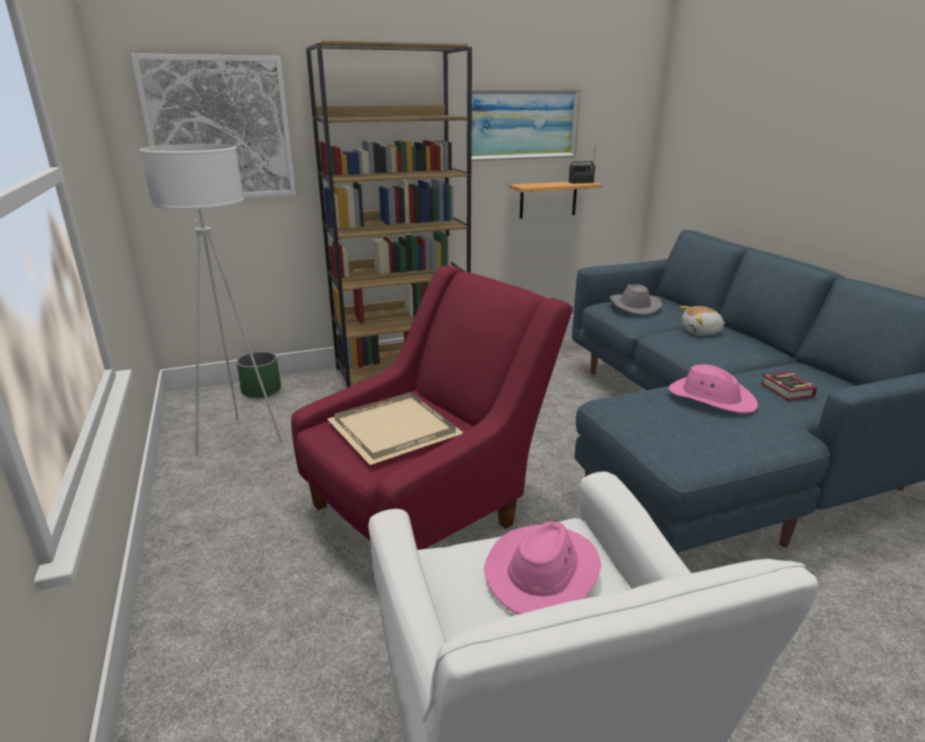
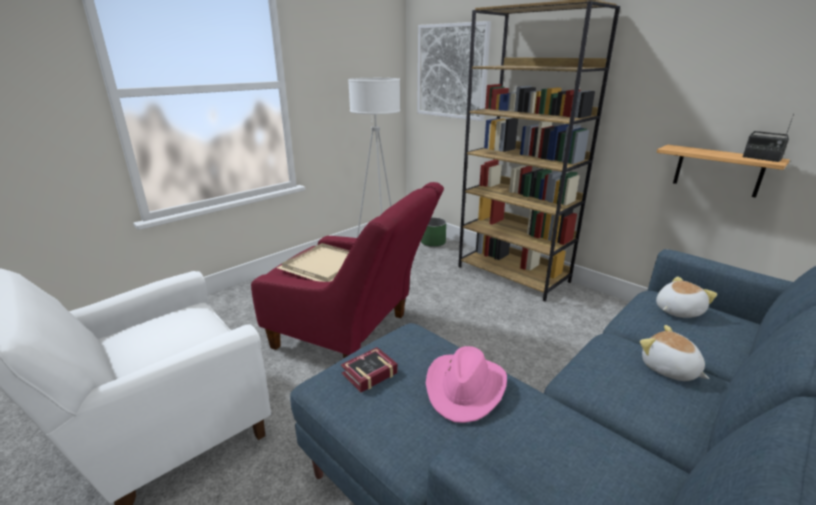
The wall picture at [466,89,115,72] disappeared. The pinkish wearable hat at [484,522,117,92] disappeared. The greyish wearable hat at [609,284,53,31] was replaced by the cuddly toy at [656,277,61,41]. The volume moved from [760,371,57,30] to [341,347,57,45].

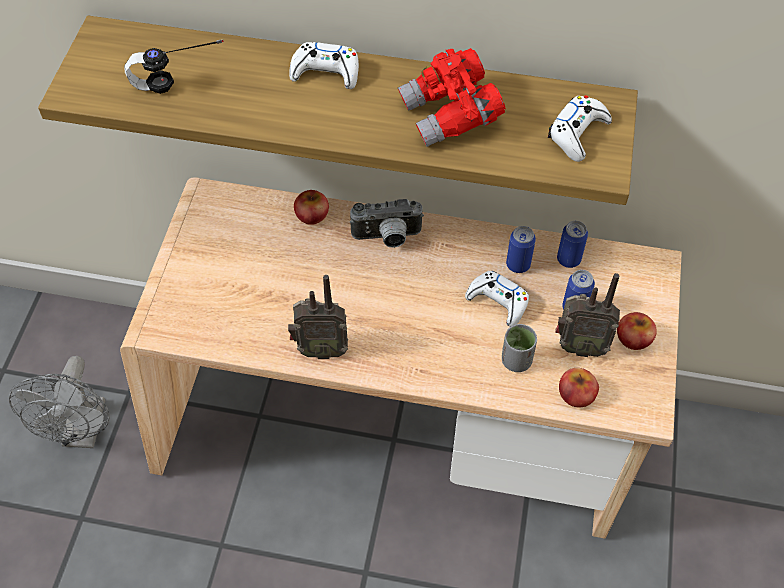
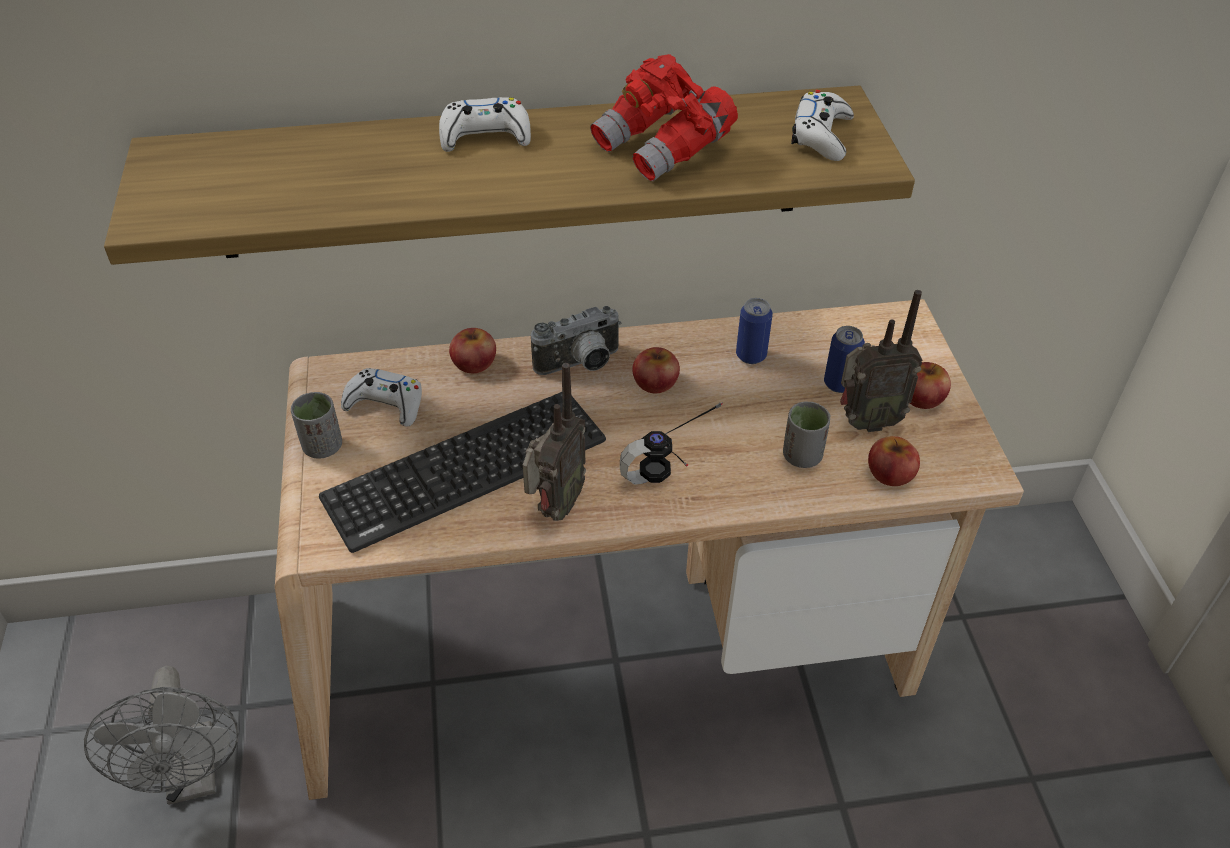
The pair of headphones moved from [124,40,100,54] to [620,402,103,83]. The radio at [288,275,60,84] turned 45 degrees counterclockwise. The white joypad moved from [465,271,64,56] to [341,368,81,59]. The can at [557,221,31,47] disappeared. The greyish drinking cup at [291,392,51,67] appeared. The keyboard at [319,392,287,161] appeared. The apple fruit at [632,347,48,46] appeared.

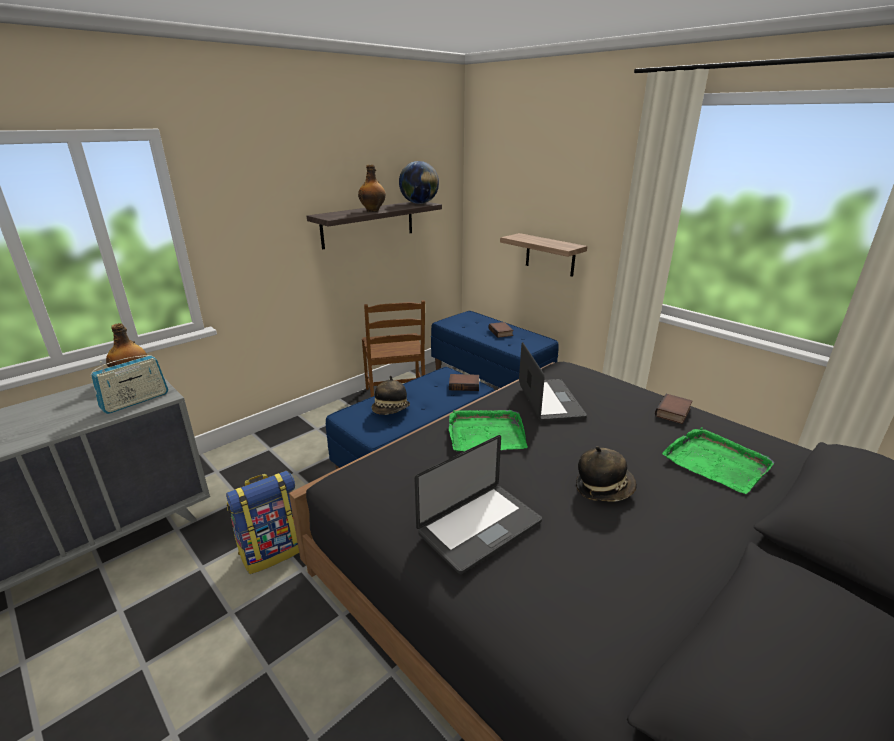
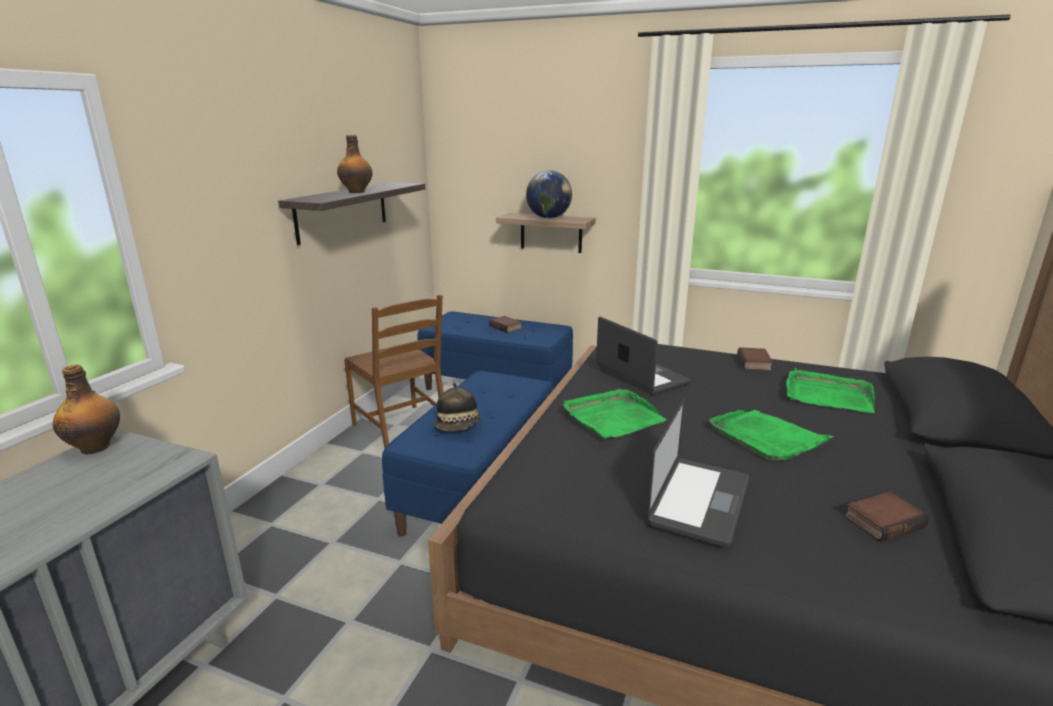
The radio at [90,355,78,59] disappeared. The knapsack at [226,471,73,103] disappeared. The globe moved from [399,161,40,43] to [526,171,46,47]. The volume moved from [449,374,30,17] to [844,492,85,50]. The wearable hat at [576,446,61,55] was replaced by the green-coloured carrying tray at [709,410,125,51].

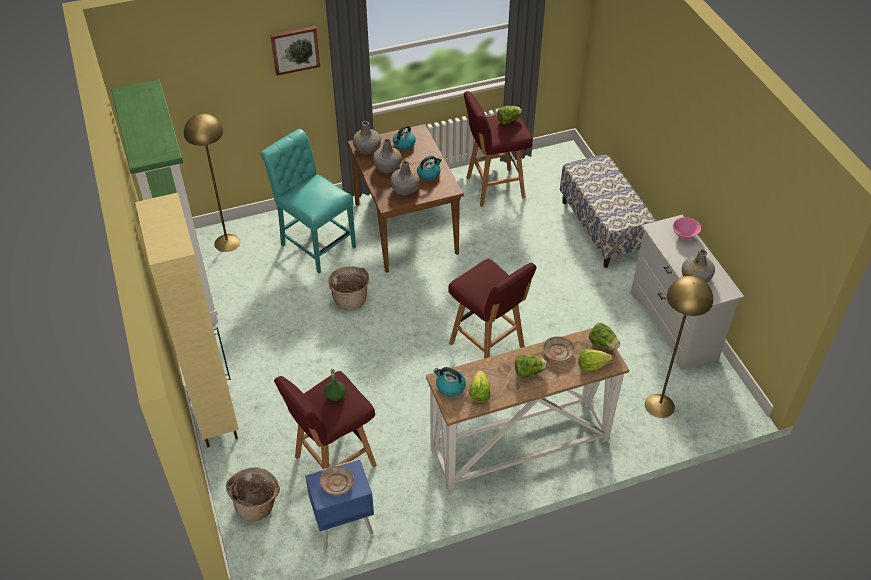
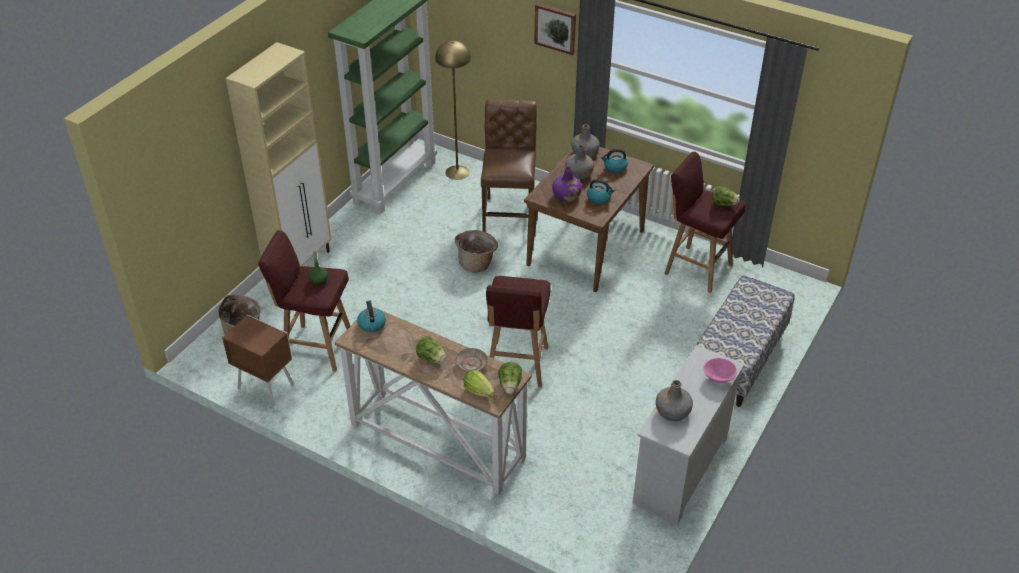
The blue-green upright chair at [260,129,96,144] became the brown-coloured upright chair at [481,99,56,133]. The blue bedside table at [305,459,69,91] became the brown-coloured bedside table at [222,315,72,91]. The beige dinner plate at [320,466,34,29] disappeared. The greyish bottle at [391,161,29,34] became the purple bottle at [552,167,30,35]. The lettuce head at [469,371,21,32] disappeared. The yellow-coloured standing lamp at [645,276,68,142] disappeared.

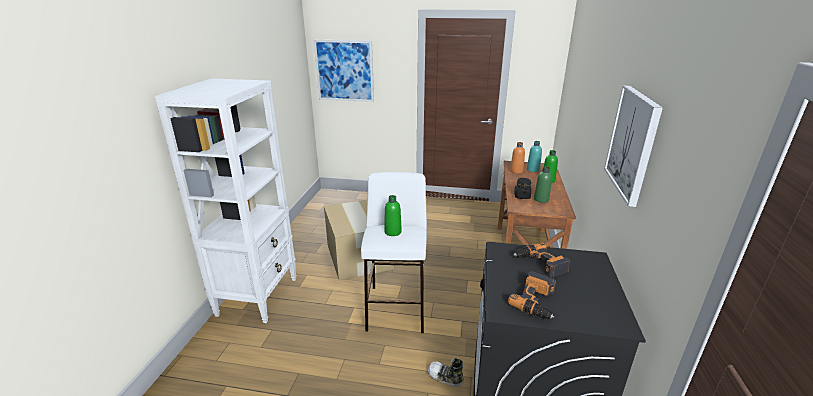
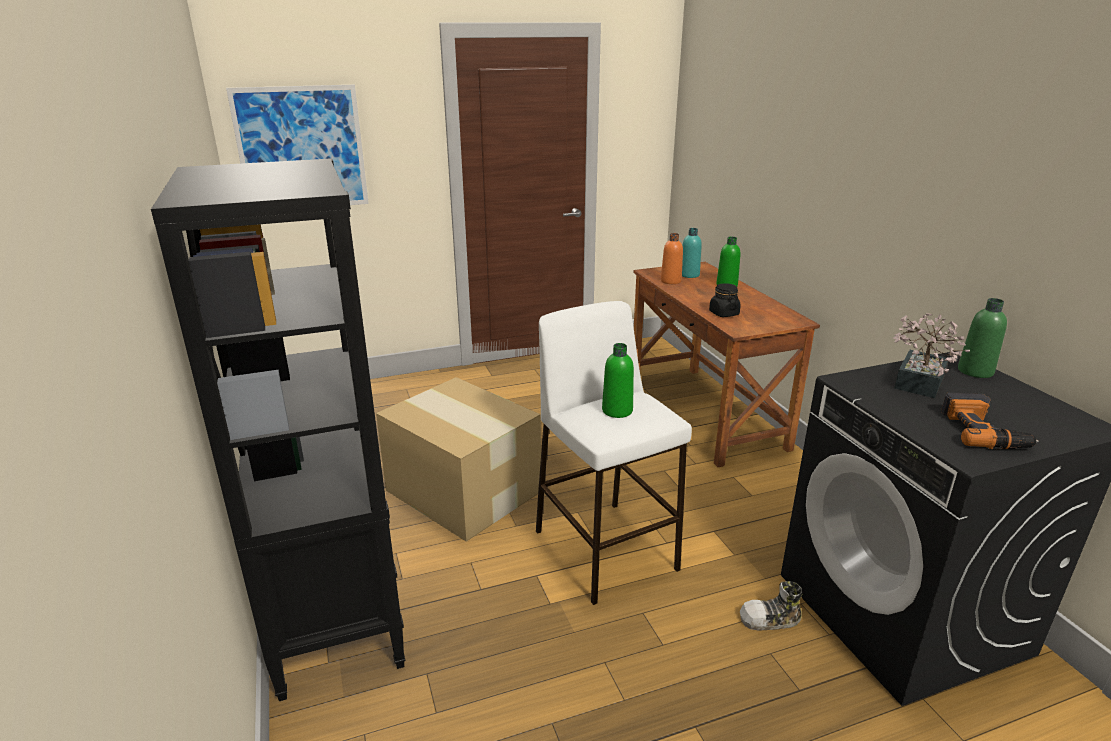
The white shelving unit at [155,78,142,245] became the black shelving unit at [151,158,254,543]. The power drill at [514,242,56,35] was replaced by the potted plant at [893,313,77,85]. The green-coloured bottle moved from [534,166,18,37] to [958,298,49,80]. The wall picture at [604,85,59,122] disappeared.

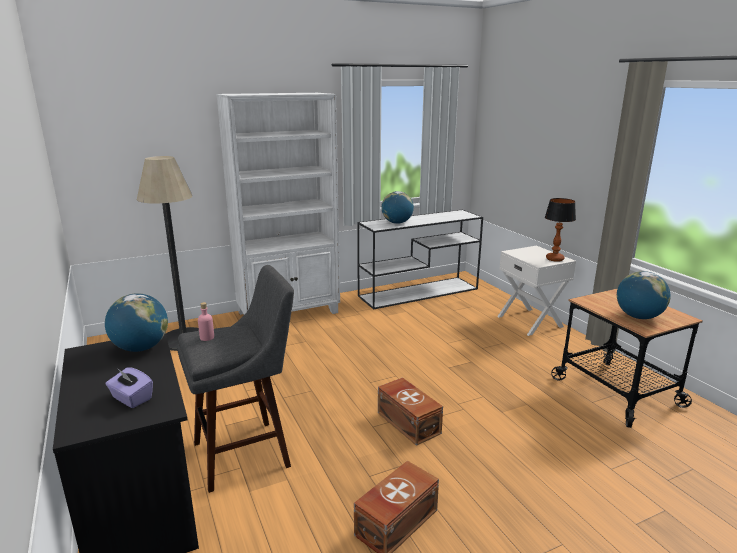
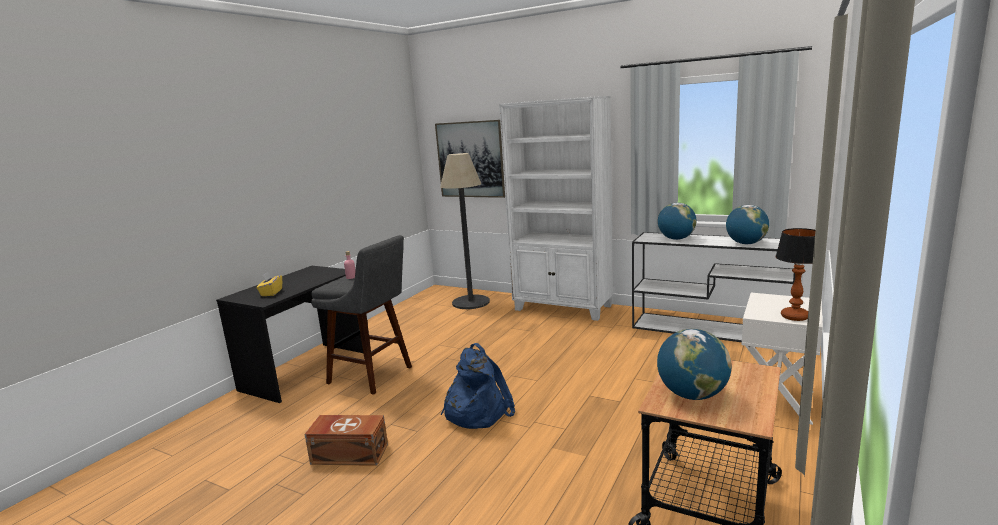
The globe moved from [105,293,63,59] to [726,205,43,39]. The purple box of tissues at [105,367,48,41] became the yellow-coloured box of tissues at [257,272,25,24]. The brown-coloured storage container at [378,377,65,69] was replaced by the blue knapsack at [440,343,75,86]. The wall picture at [435,120,70,78] appeared.

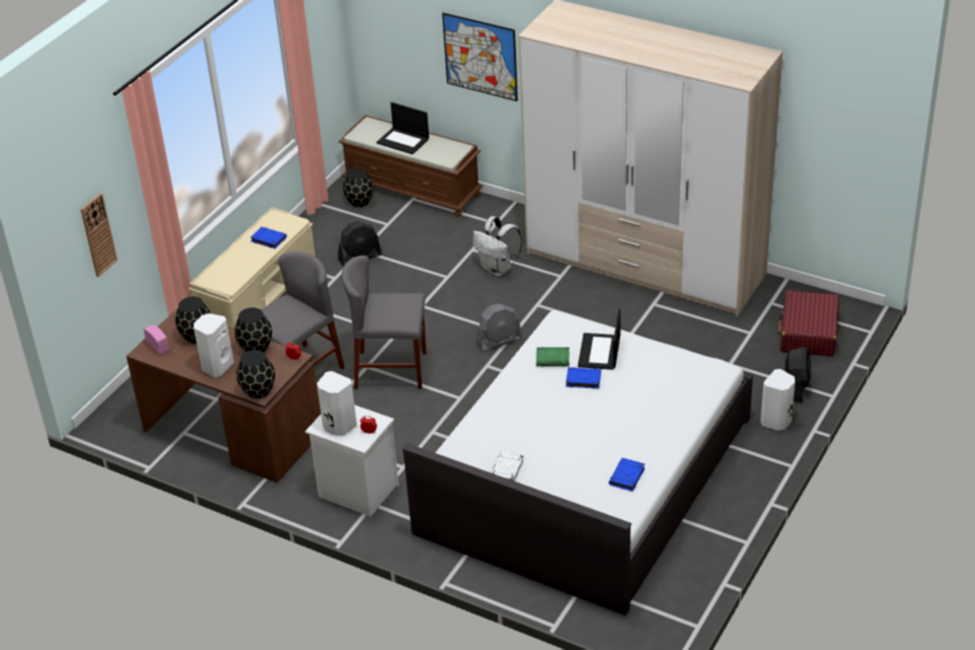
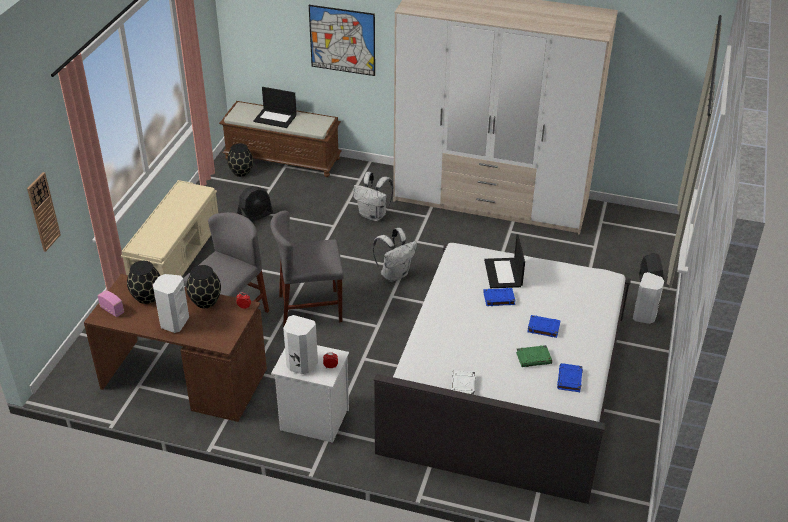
The black flower vase at [236,350,39,49] disappeared. The blue volume moved from [250,227,37,22] to [527,315,34,23]. The greyish cooling fan at [476,303,46,49] was replaced by the white knapsack at [373,228,44,54]. The green-coloured volume moved from [536,347,33,20] to [516,345,36,22]. The red-coloured suitcase at [778,291,61,65] disappeared.

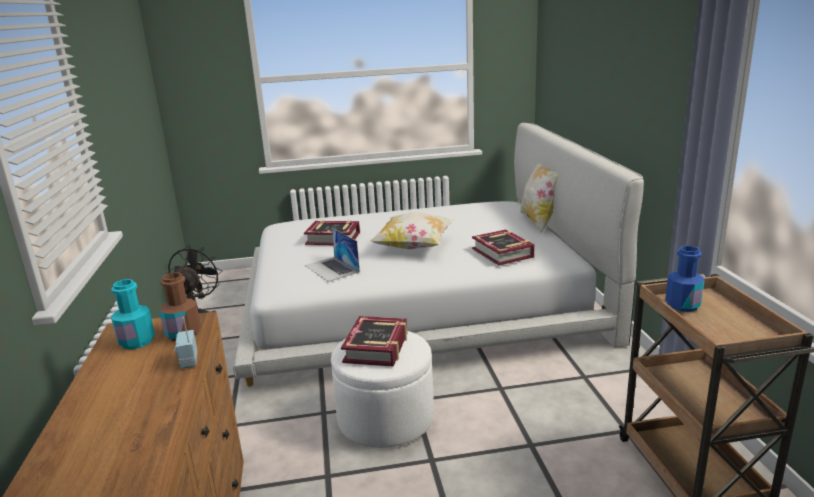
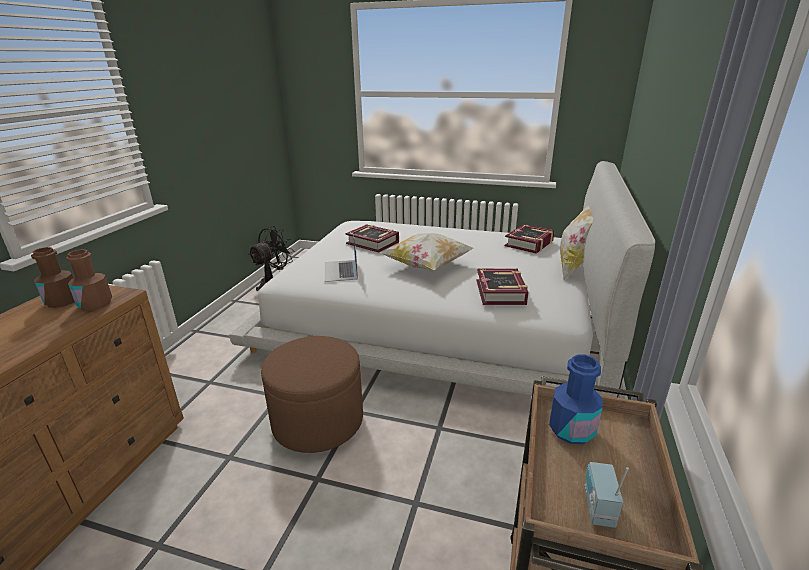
The blue-green bottle at [111,279,44,71] became the brown-coloured bottle at [31,247,44,61]. The radio moved from [174,317,23,51] to [584,462,45,66]. The white footrest at [331,331,103,117] became the brown-coloured footrest at [261,336,102,117]. The volume moved from [341,316,66,51] to [505,224,50,30].

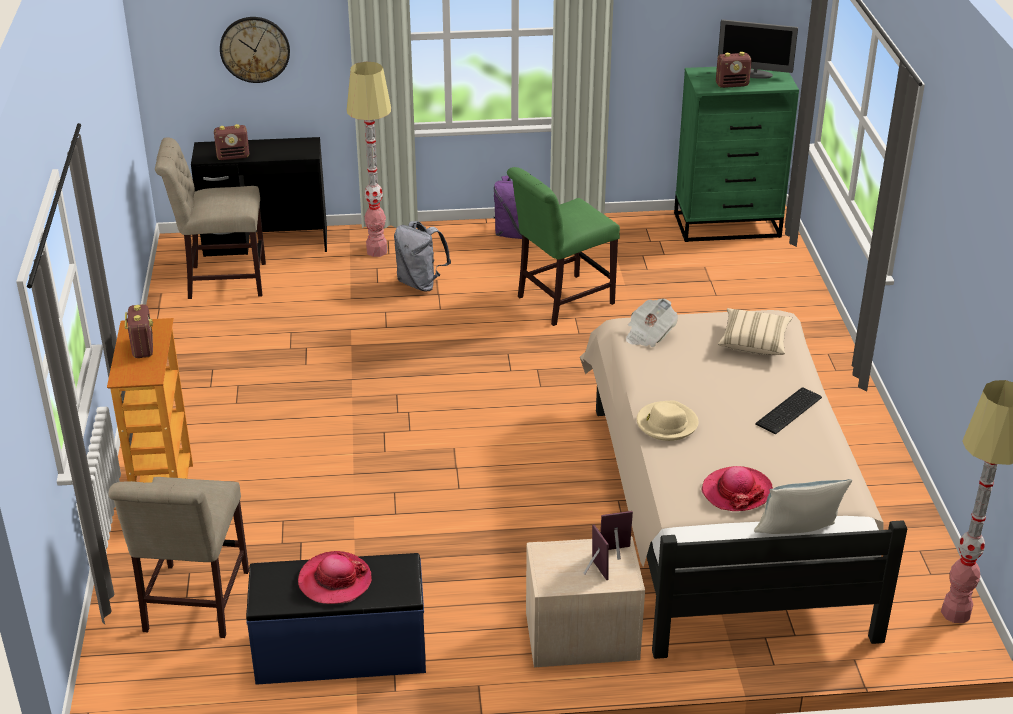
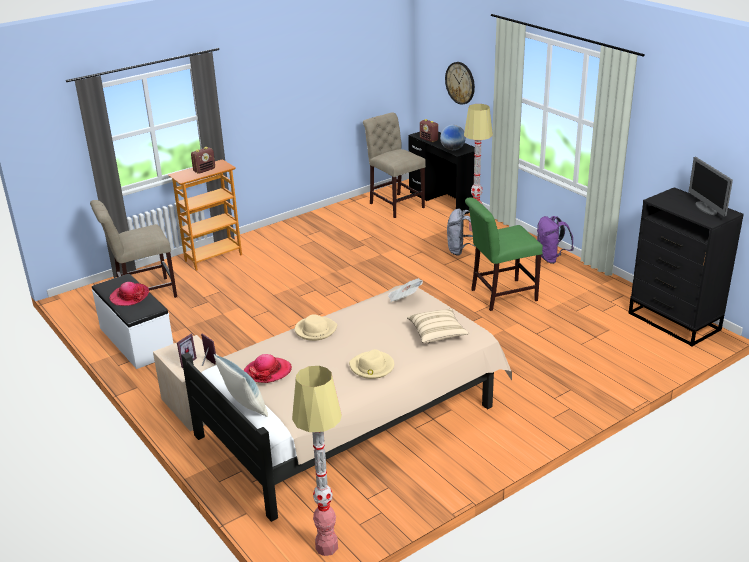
The blue indoor bench at [246,553,180,132] became the white indoor bench at [92,274,81,95]. The green-coloured upright chair at [507,167,113,159] turned 45 degrees counterclockwise. The green-coloured chest of drawers at [674,67,125,175] became the black chest of drawers at [628,187,116,160]. The radio at [716,52,36,36] disappeared. The keyboard at [755,387,67,47] was replaced by the beige wearable hat at [349,349,45,30]. The globe at [440,125,26,25] appeared.

